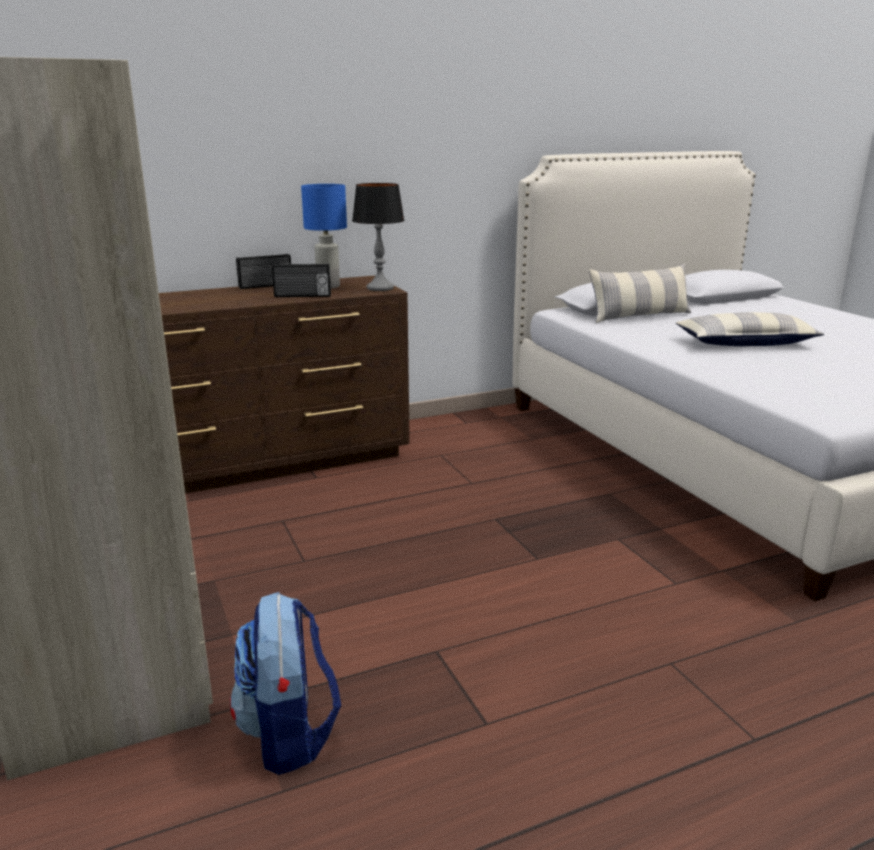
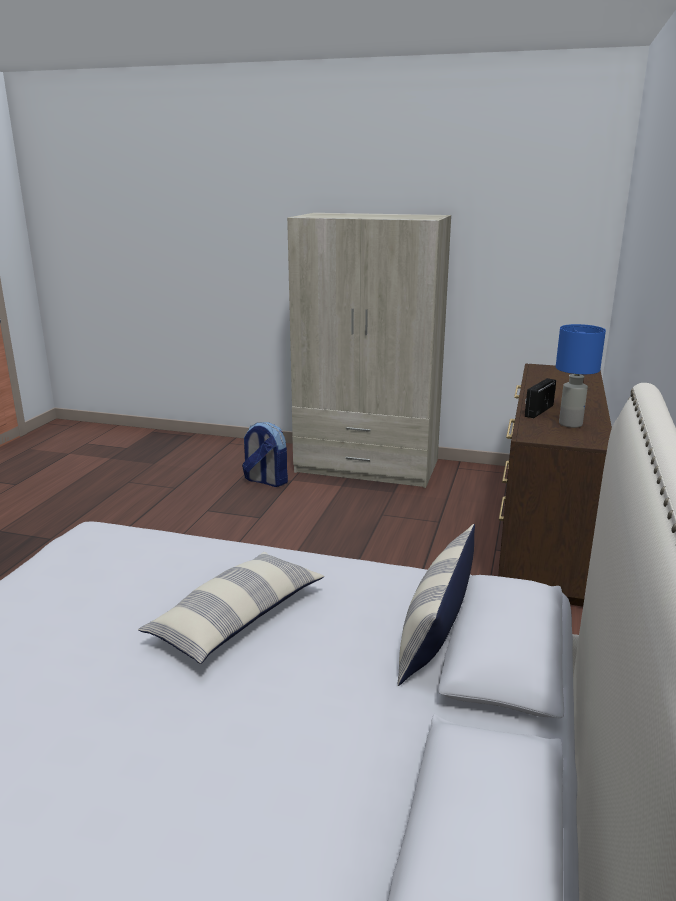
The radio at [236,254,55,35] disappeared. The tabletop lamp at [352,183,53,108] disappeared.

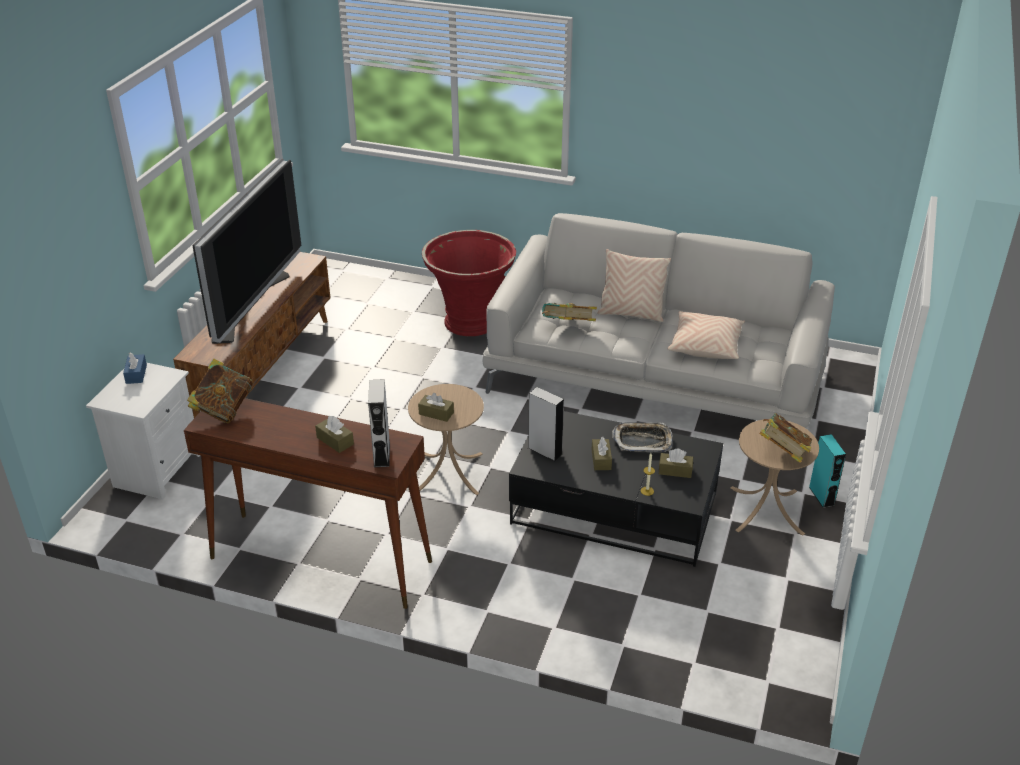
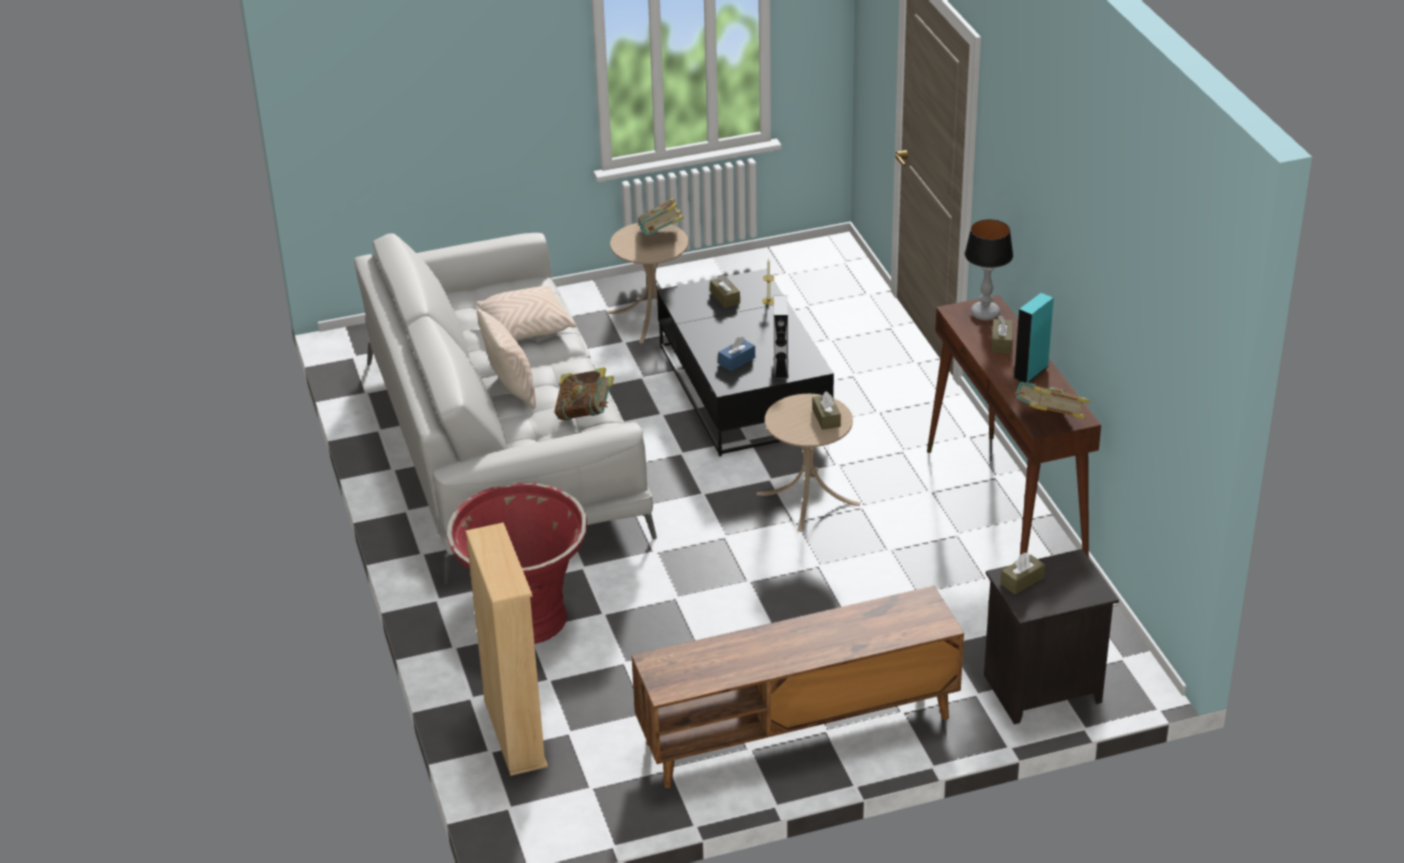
The white bedside table at [86,363,114,136] became the black bedside table at [984,549,135,175]. The blue box of tissues moved from [123,352,24,32] to [718,336,37,35]. The TV set at [192,159,110,185] disappeared. The greyish loudspeaker at [368,379,22,88] was replaced by the tabletop lamp at [965,219,48,102]. The brown-coloured box of tissues moved from [592,437,20,33] to [1000,552,45,42]. The carrying tray at [612,422,61,30] disappeared. The blue-green loudspeaker moved from [809,434,37,74] to [1014,293,40,89]. The beige shelving unit at [465,522,83,254] appeared.

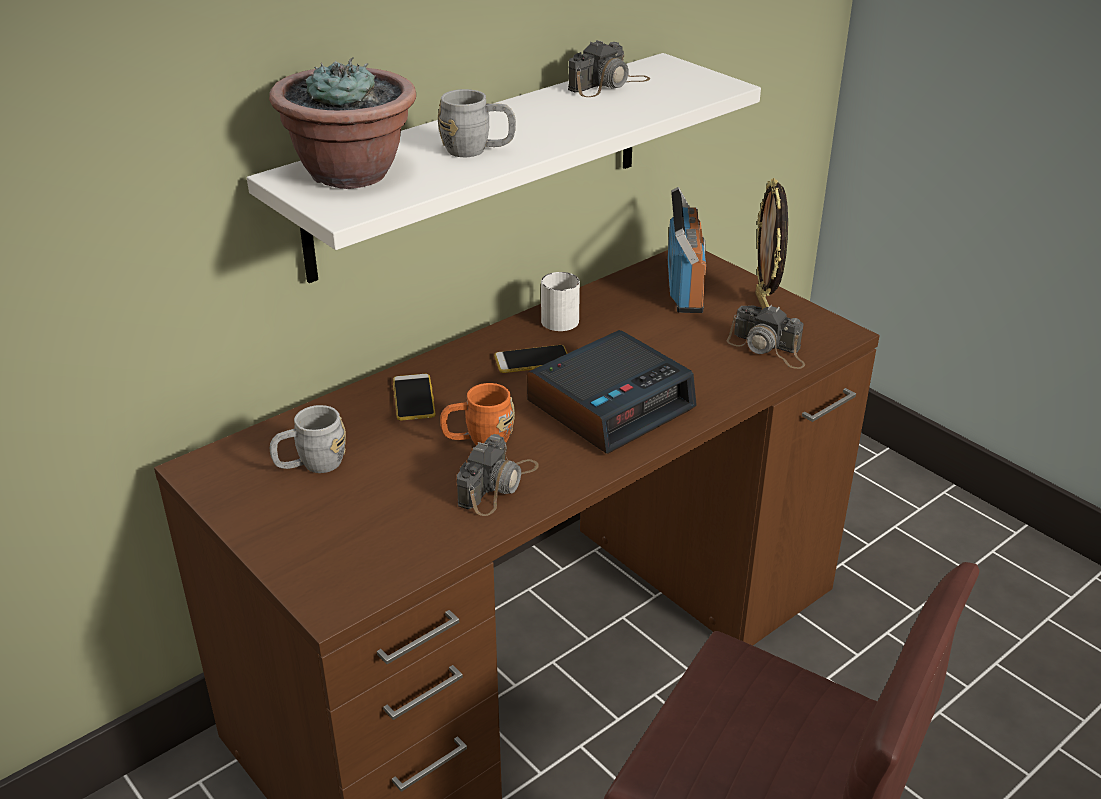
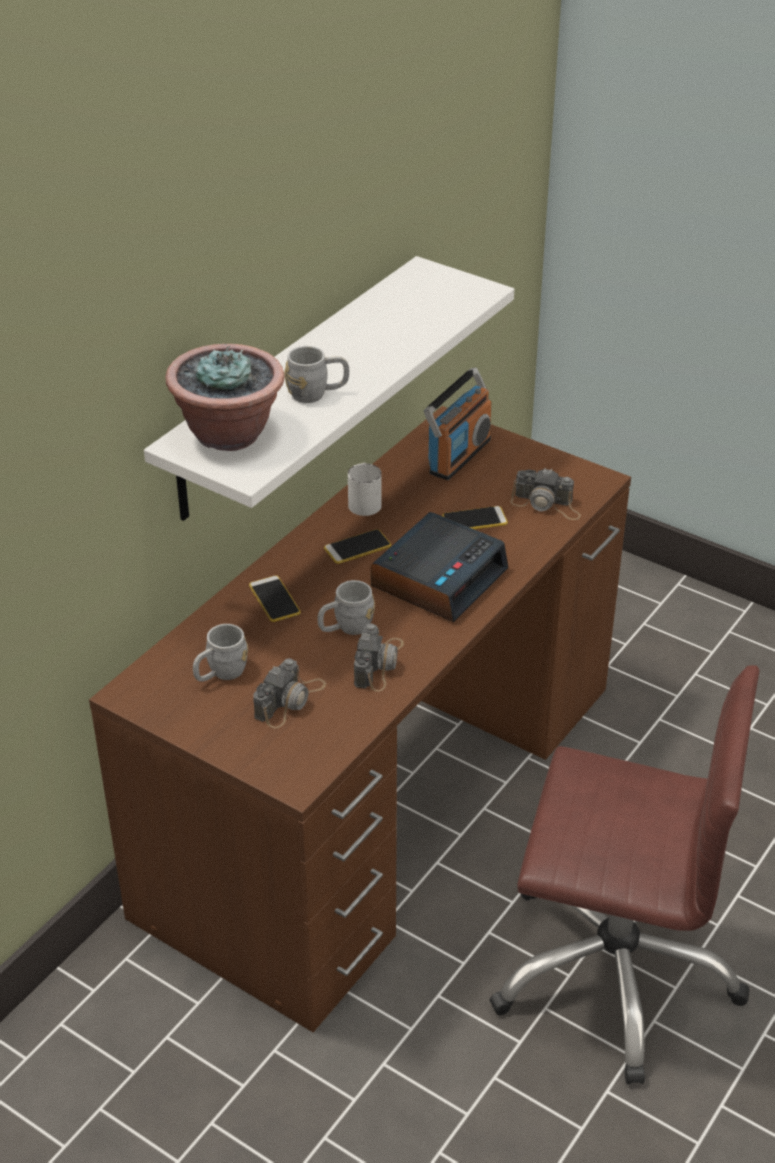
The orange mug at [440,383,75,62] became the greyish mug at [317,580,58,55]. The still camera moved from [568,40,82,57] to [253,658,73,71]. The radio at [667,187,39,126] turned 45 degrees clockwise. The standing frame at [755,178,33,132] disappeared. The telephone at [442,506,66,23] appeared.

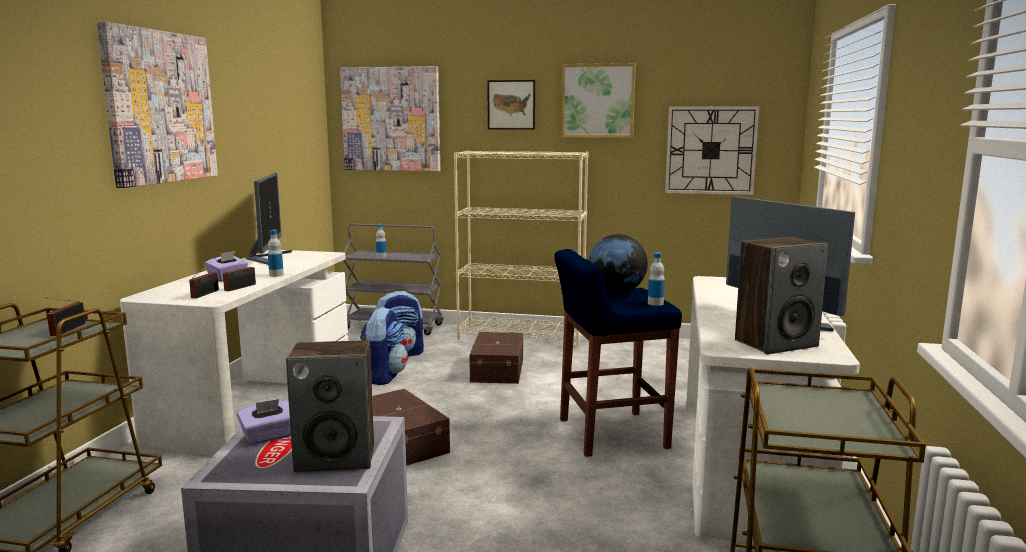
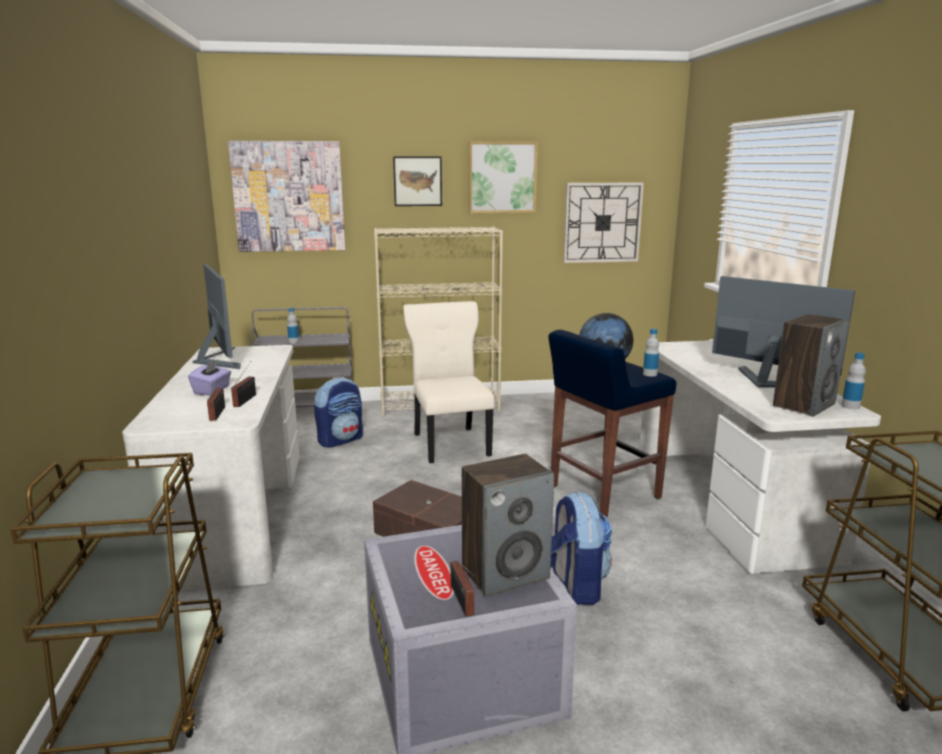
The radio moved from [45,297,41,39] to [450,561,24,56]. The wall picture at [97,22,121,166] disappeared. The purple box of tissues at [237,399,54,46] disappeared. The bottle moved from [268,230,16,47] to [841,353,25,56]. The knapsack moved from [360,307,48,78] to [551,491,61,114]. The brown-coloured storage container at [469,332,54,52] was replaced by the beige upright chair at [403,301,92,162].

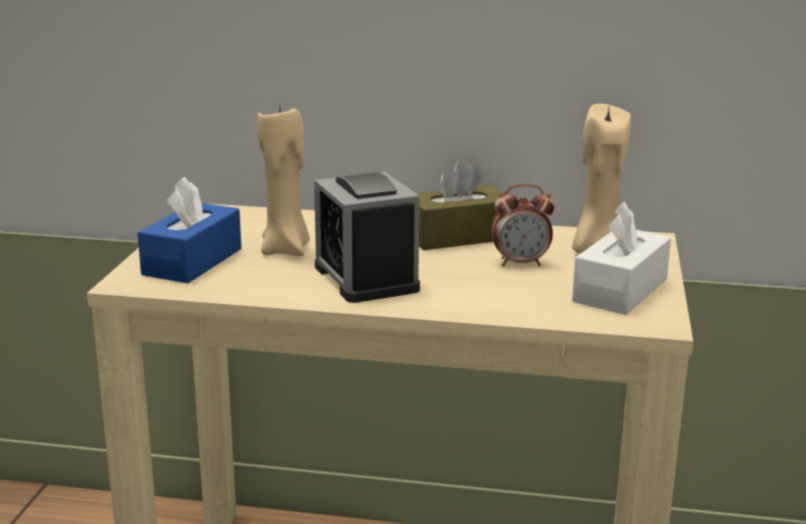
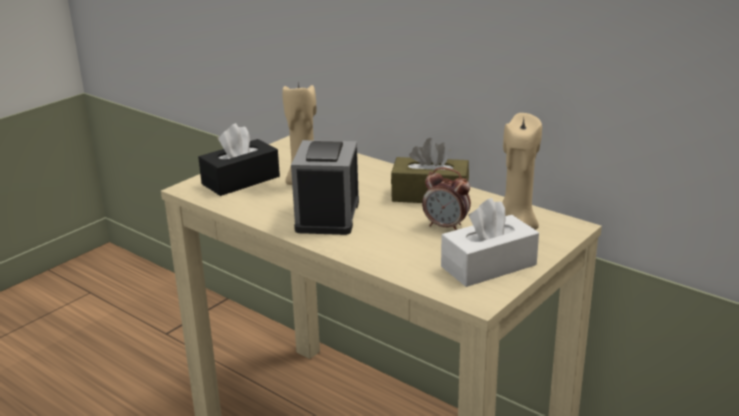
The blue box of tissues at [138,177,103,106] became the black box of tissues at [198,123,82,73].

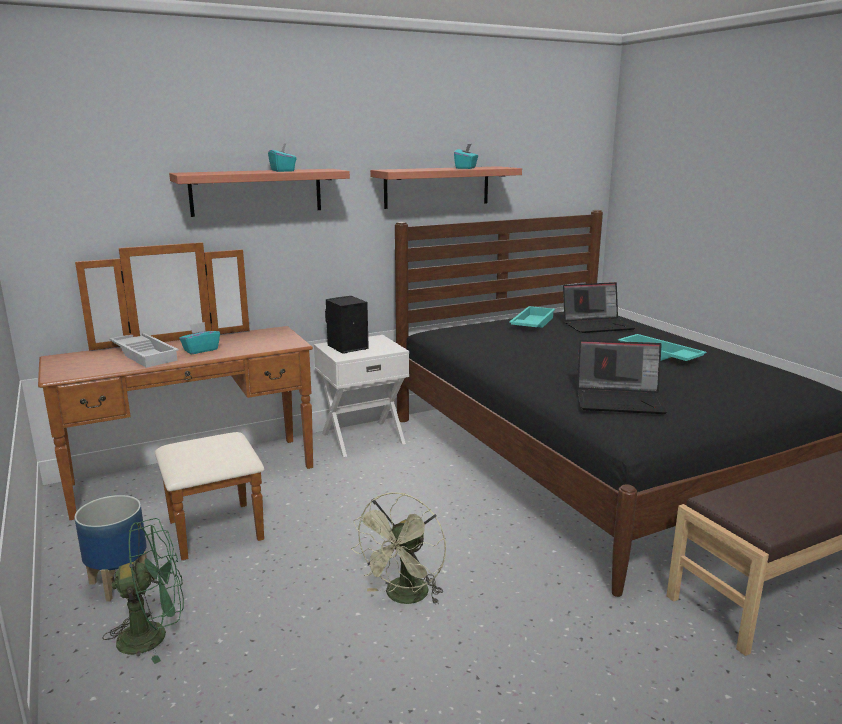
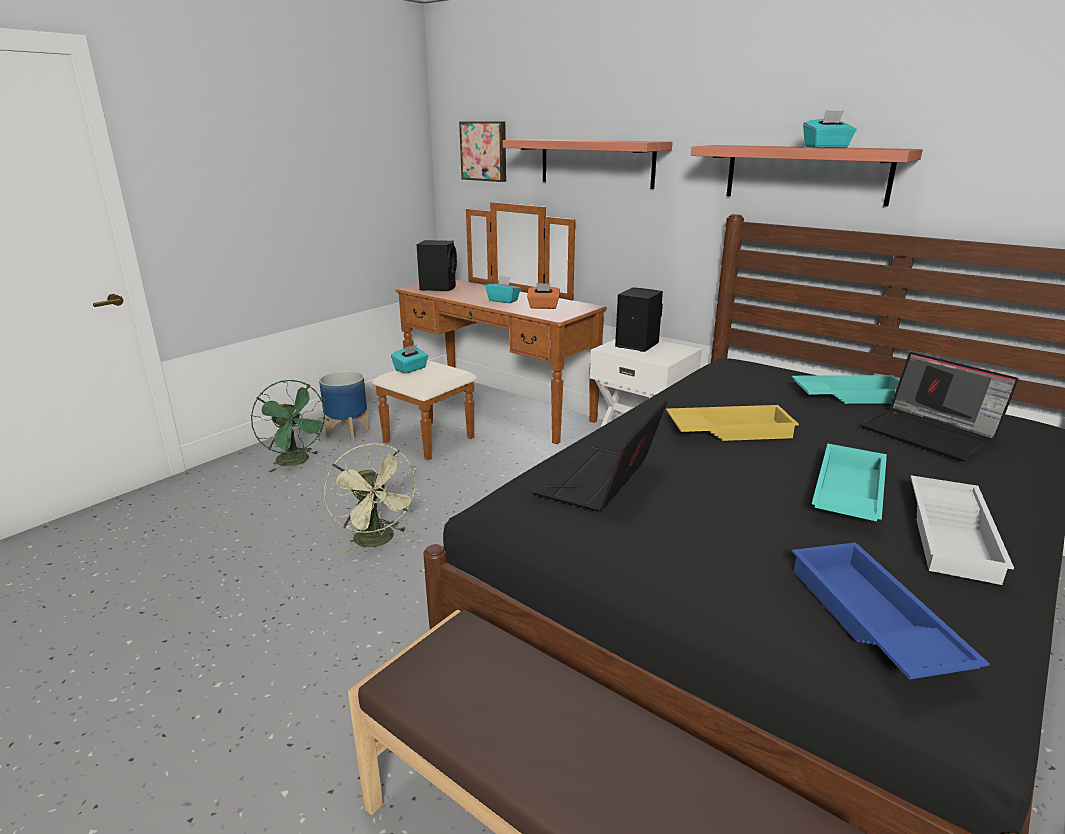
The white carrying tray moved from [109,333,70,35] to [911,475,103,110]. The blue-green box of tissues moved from [268,143,29,29] to [391,345,37,29]. The green-coloured cooling fan at [351,492,95,112] turned 120 degrees counterclockwise. The laptop at [577,340,90,74] turned 45 degrees clockwise. The black loudspeaker at [417,240,40,51] appeared. The wall picture at [459,121,47,61] appeared. The orange box of tissues at [527,283,33,26] appeared. The yellow-coloured carrying tray at [666,405,133,36] appeared. The blue carrying tray at [792,542,198,137] appeared.

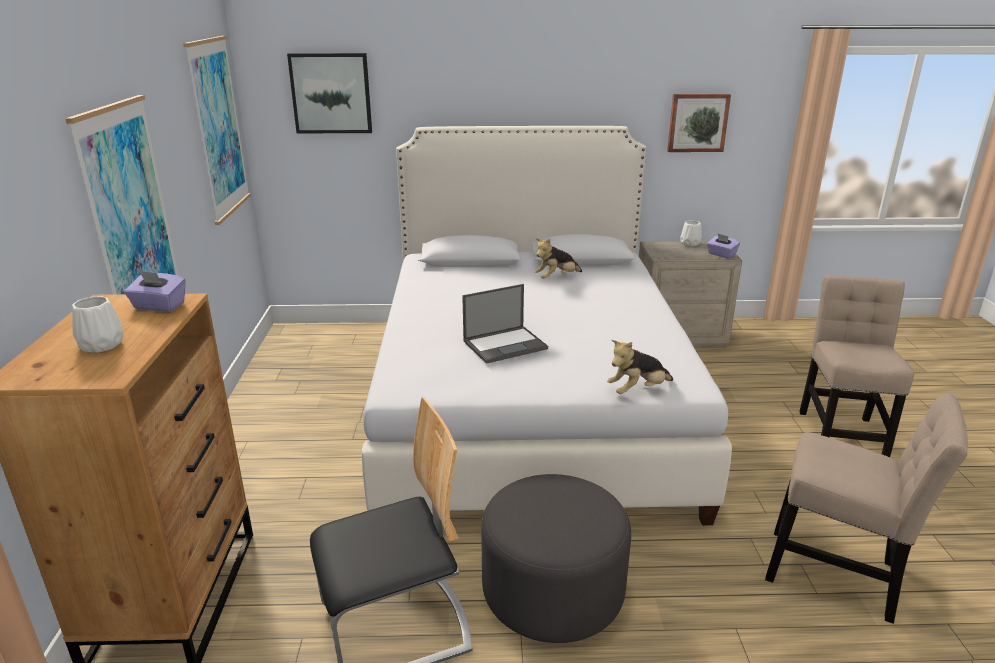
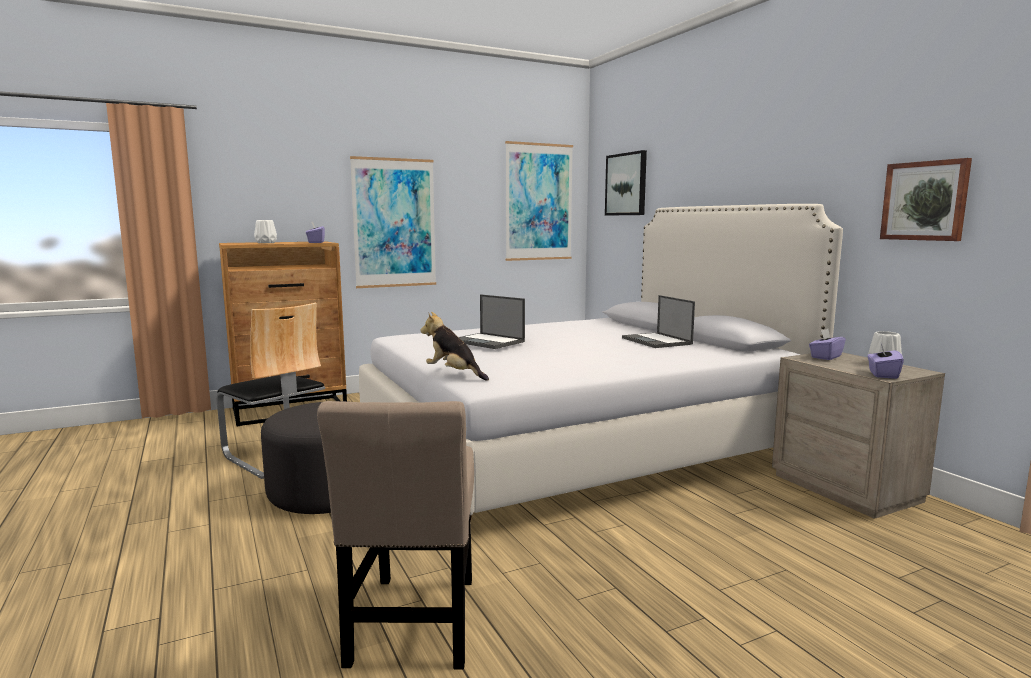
The cuddly toy at [534,238,48,41] was replaced by the laptop at [622,295,73,53]. The beige upright chair at [799,276,115,181] disappeared. The purple box of tissues at [809,329,37,31] appeared.

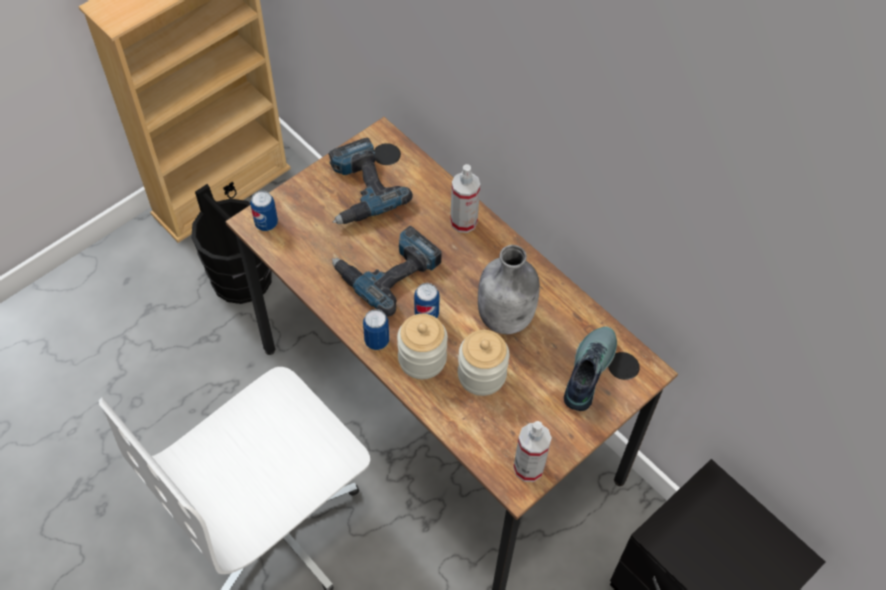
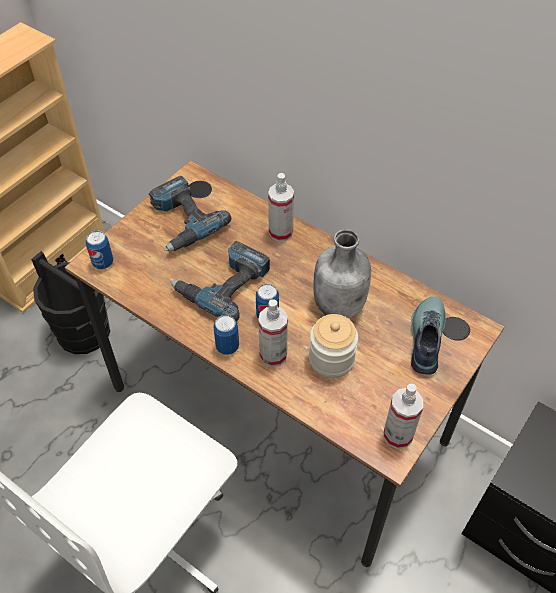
The preserve jar at [397,314,51,65] was replaced by the sprayer at [258,299,30,68].

